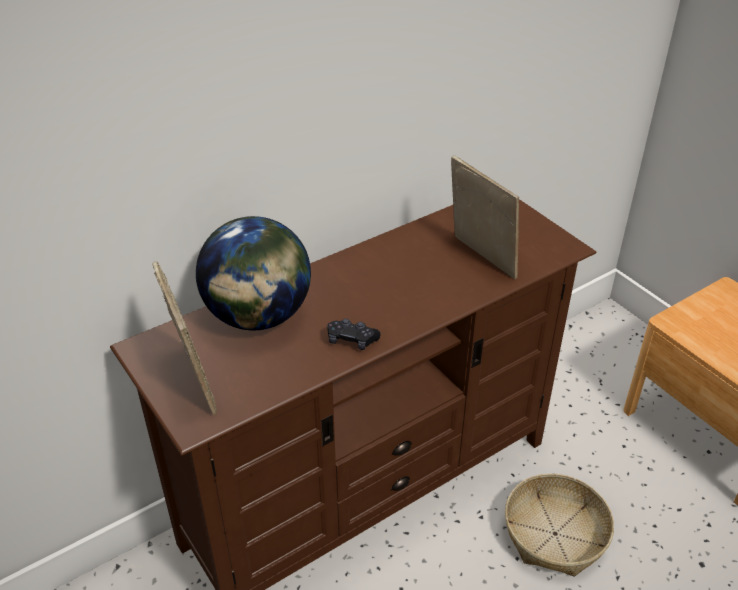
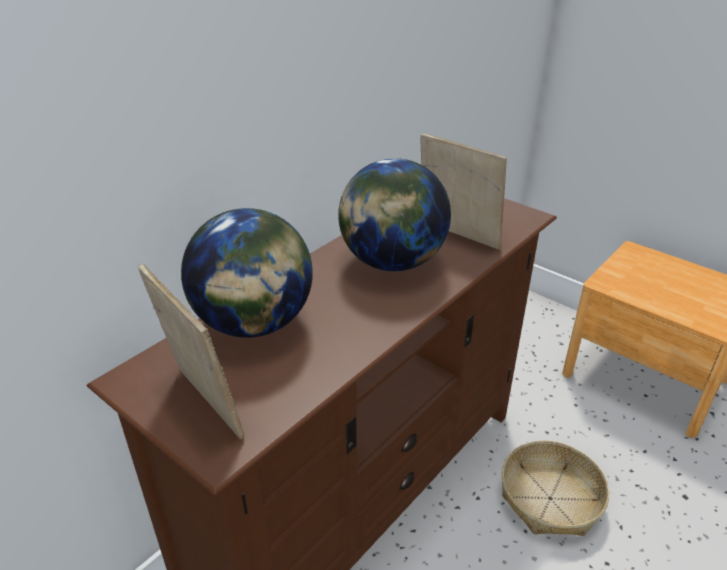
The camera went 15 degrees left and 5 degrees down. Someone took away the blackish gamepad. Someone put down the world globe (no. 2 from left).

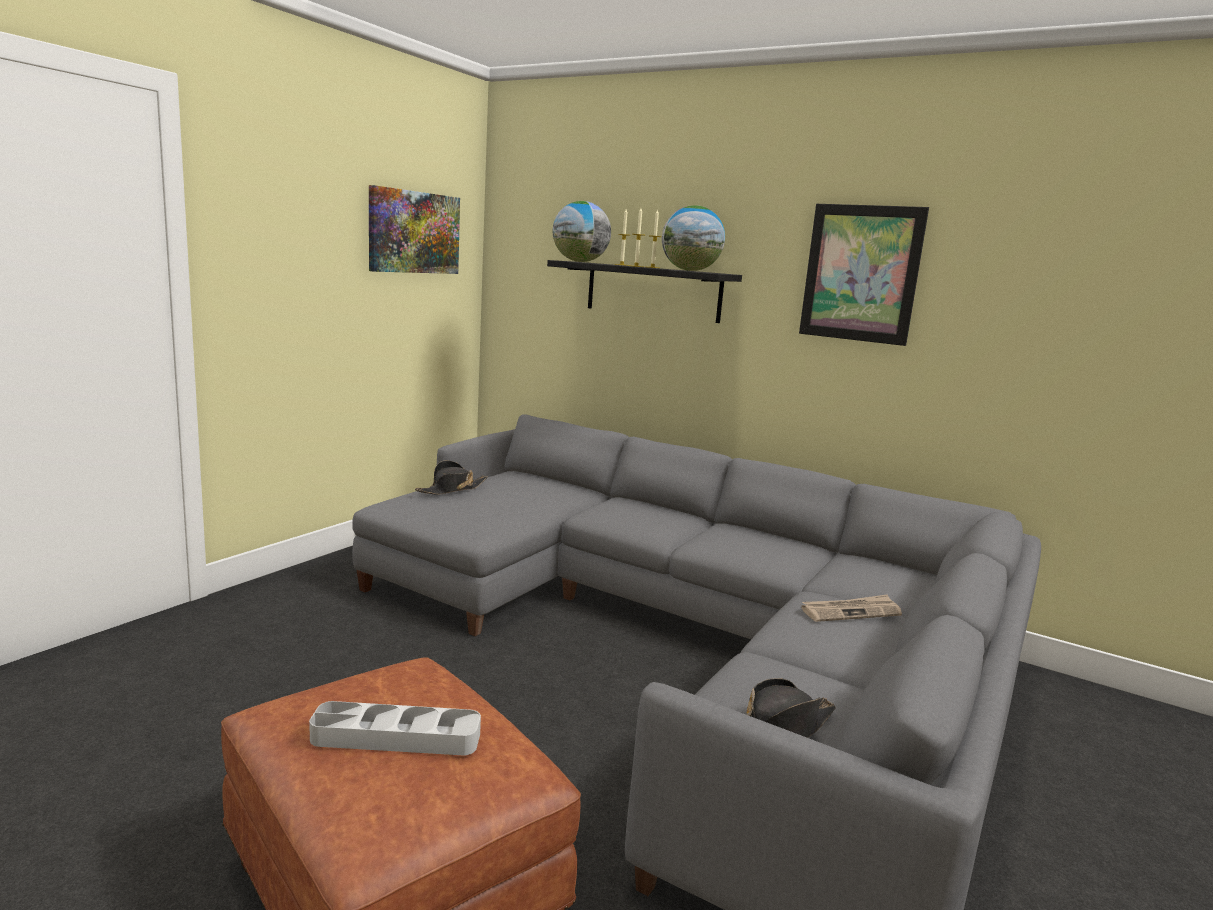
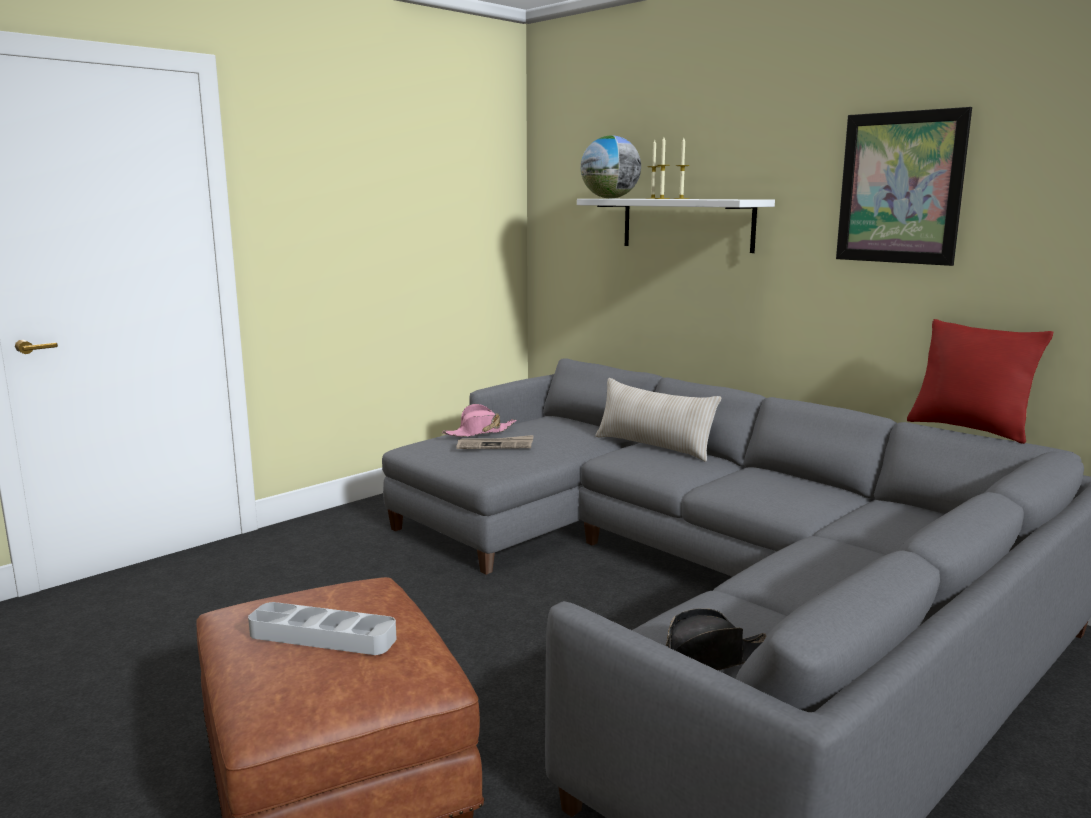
The camera went 15 degrees right and 0 degrees up. Someone took away the picture (no. 1 from left). Someone repainted the blackish clothing hat (no. 1 from left), which became the pink-coloured clothing hat. Someone repainted the blackish wall shelf, which became the whitish wall shelf. Someone took away the world globe (no. 2 from left). Someone carried the newspaper. Someone put down the beige-coloured cushion. Someone put down the red cushion.

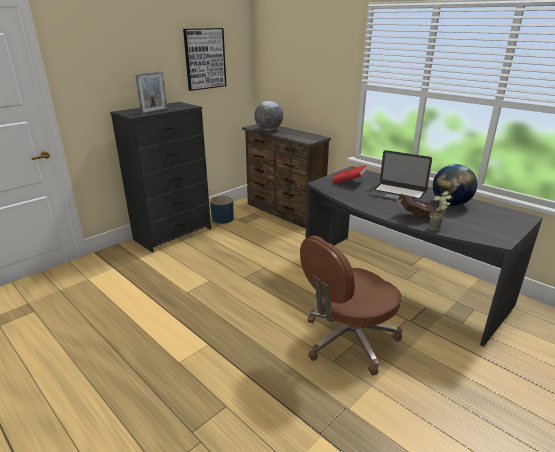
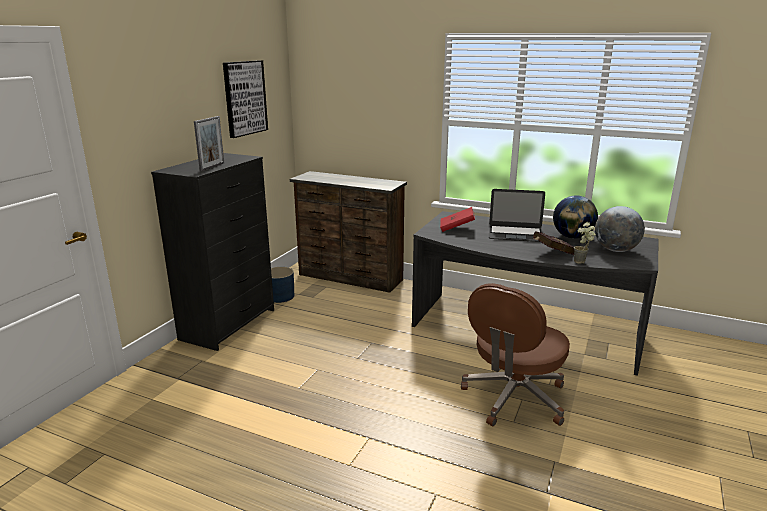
The camera went 20 degrees left and 5 degrees down. Someone carried the world globe (no. 1 from left in the first image).

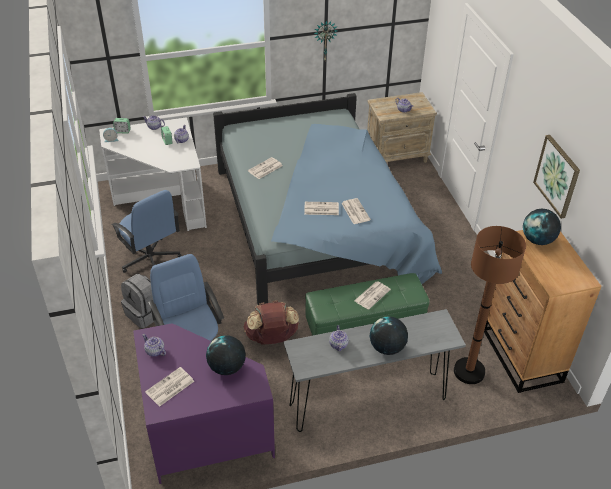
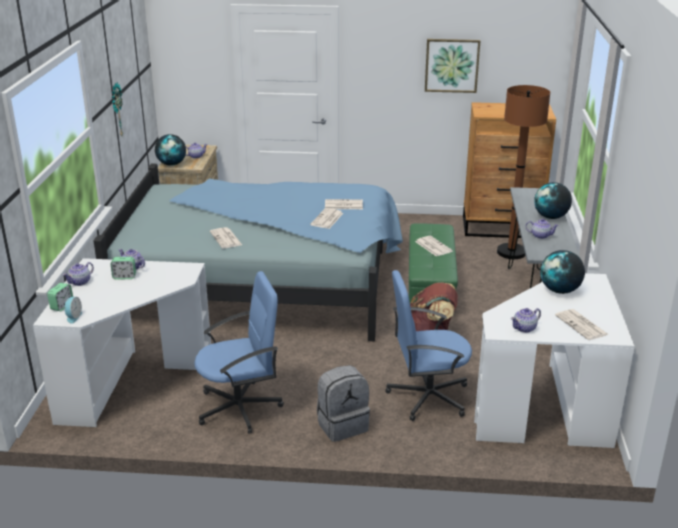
The camera went 70 degrees left and 15 degrees down. Someone repainted the purplish desk, which became the whitish desk (no. 2 from left). Someone carried the world globe (no. 3 from left in the first image).

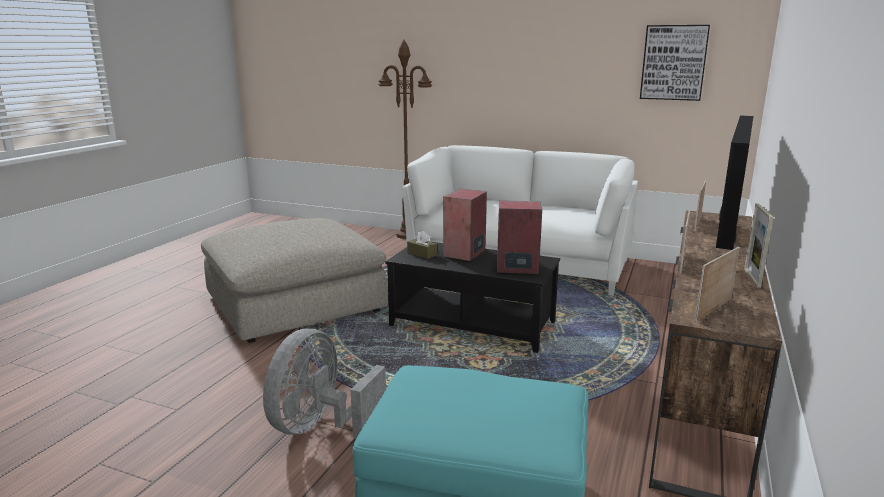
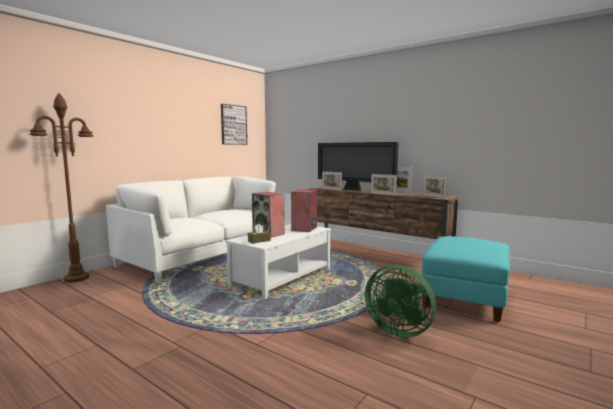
The camera went 75 degrees left and 10 degrees down. Someone took away the beige-coloured pouffe. Someone repainted the grey electric fan, which became the green-coloured electric fan. Someone repainted the blackish low table, which became the whitish low table.

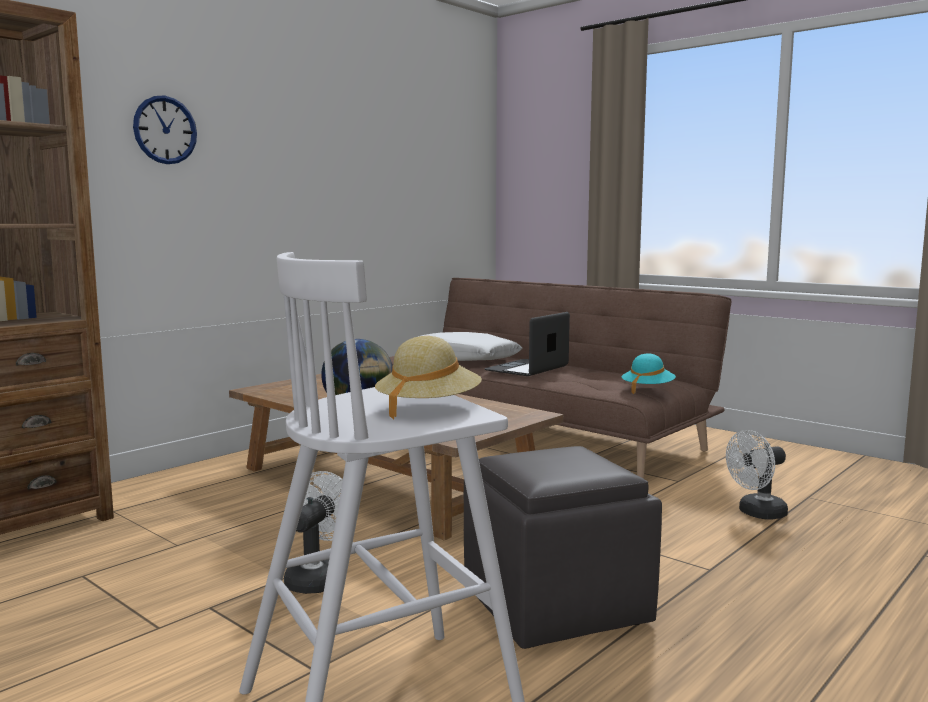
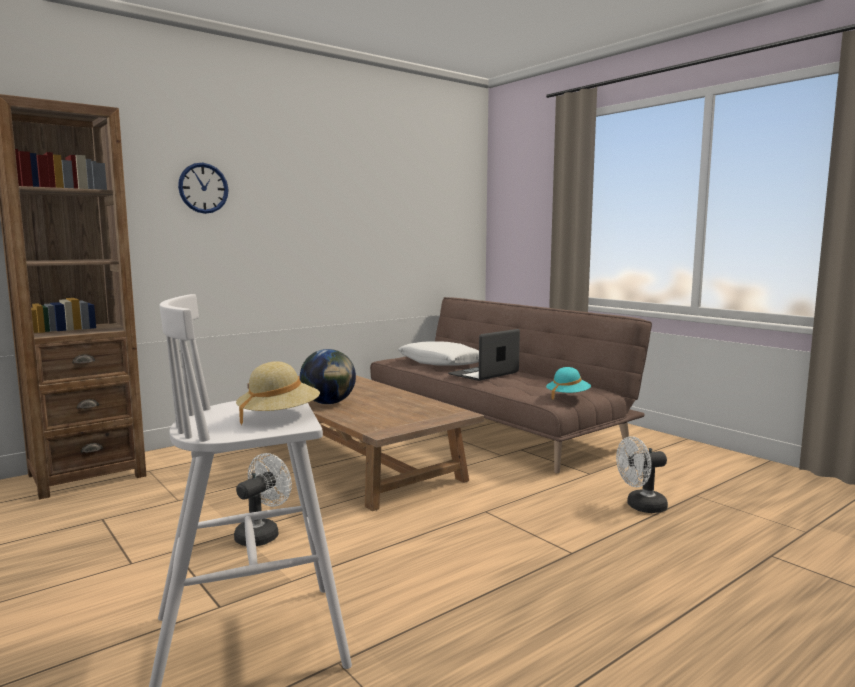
The camera went 10 degrees right and 0 degrees up. Someone took away the grey pouffe.

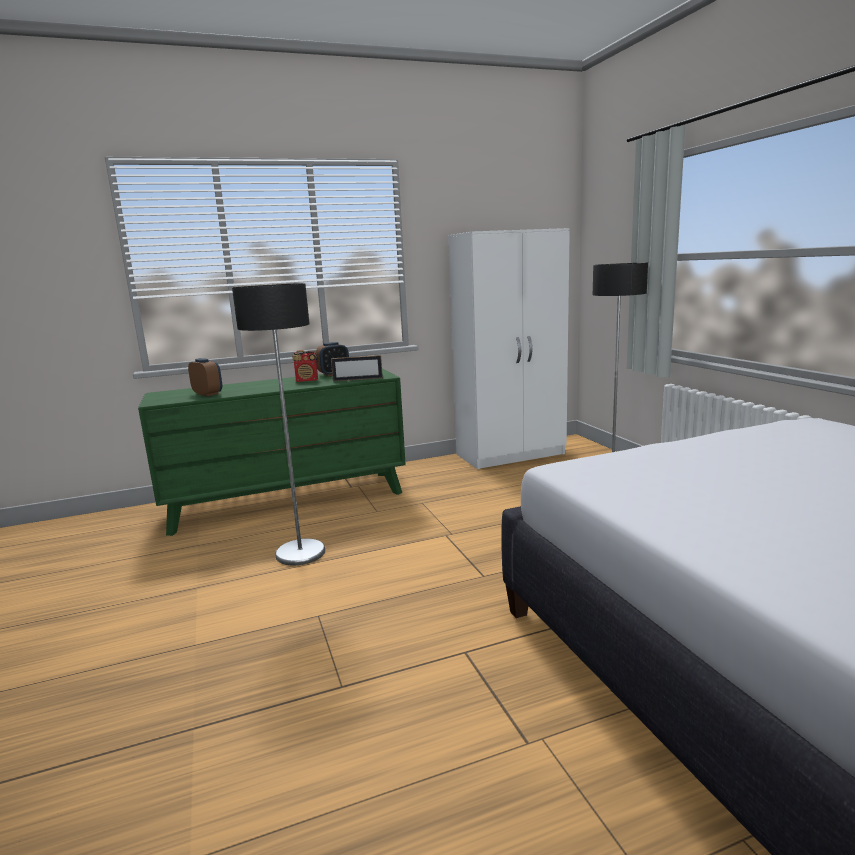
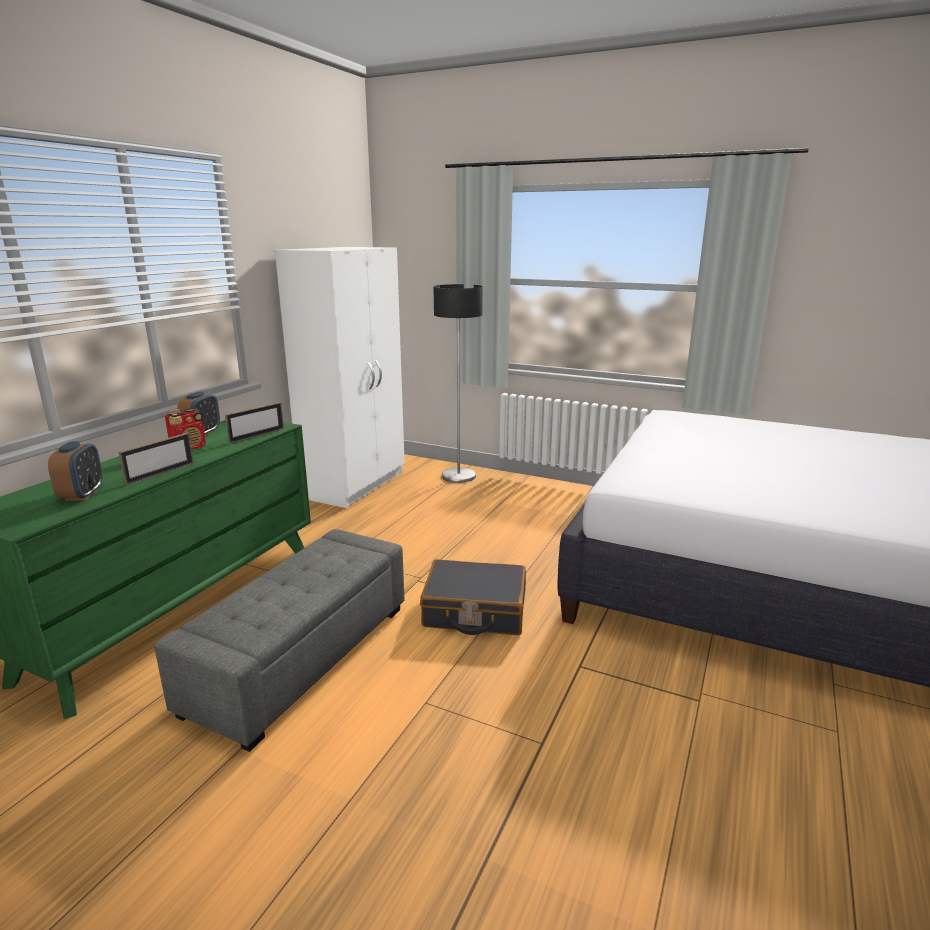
The camera went 45 degrees left and 5 degrees up. Someone rotated the table clock (no. 1 from left) by 90 degrees clockwise. Someone swapped the standing lamp (no. 1 from left) for the grey pouffe. Someone put down the picture frame (no. 1 from left). Someone put down the blackish travel case.

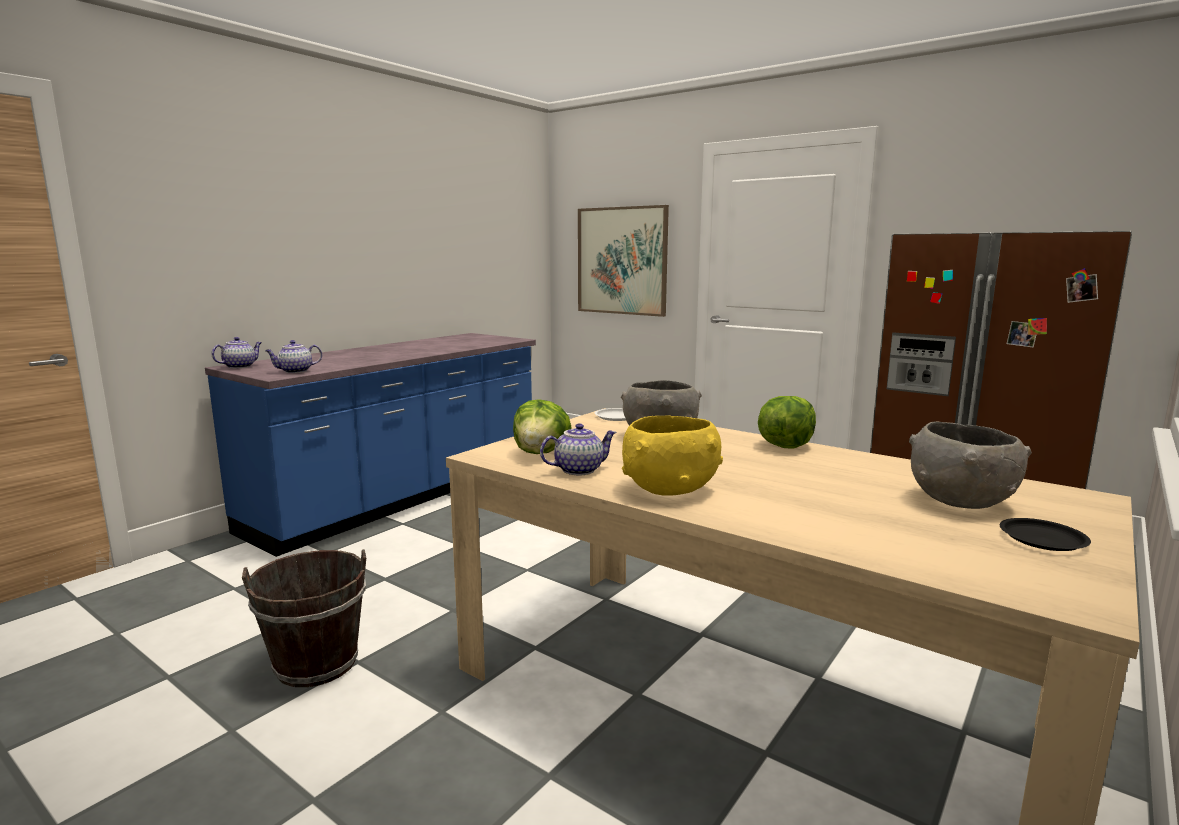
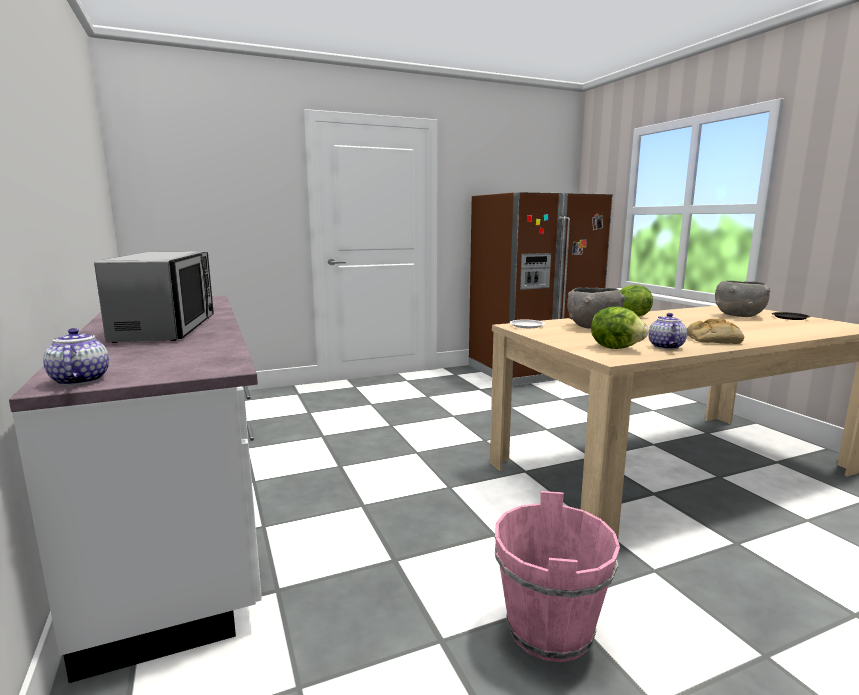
The camera went 60 degrees left and 0 degrees up. Someone repainted the blue counter, which became the whitish counter. Someone repainted the brownish bucket, which became the pink-coloured bucket. Someone took away the teapot (no. 2 from left). Someone took away the picture. Someone swapped the yellowish deep dish for the bread. Someone put down the microwave oven.

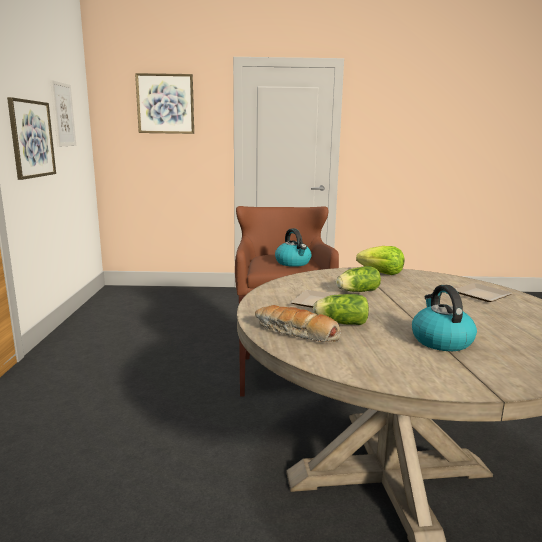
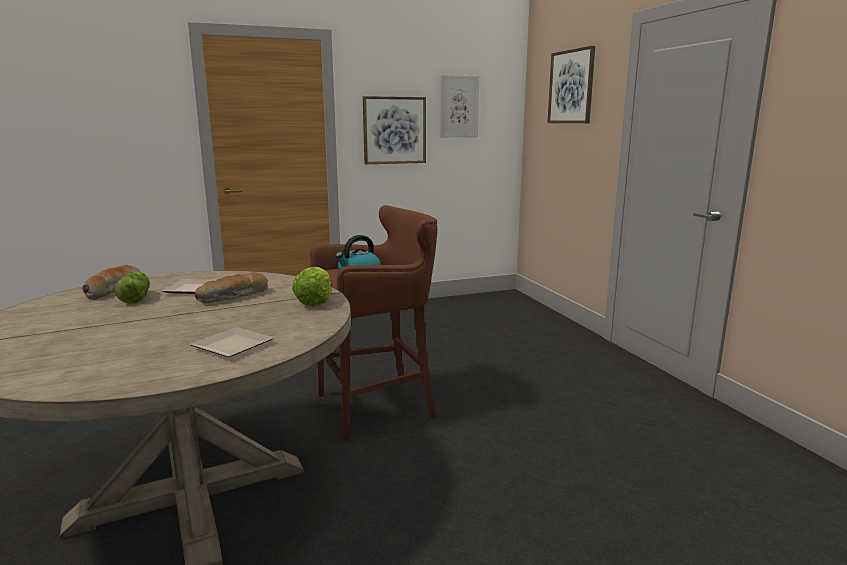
The camera went 70 degrees right and 0 degrees up. Someone swapped the lettuce (no. 2 from left) for the bread (no. 2 from left). Someone took away the tea kettle (no. 2 from left).

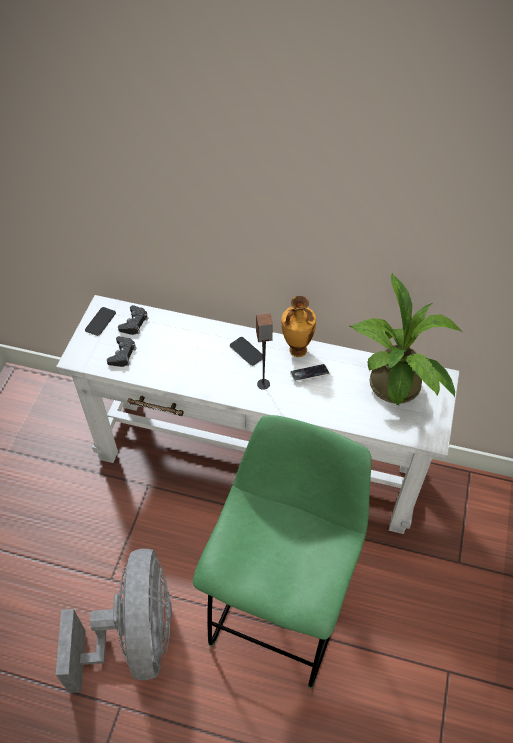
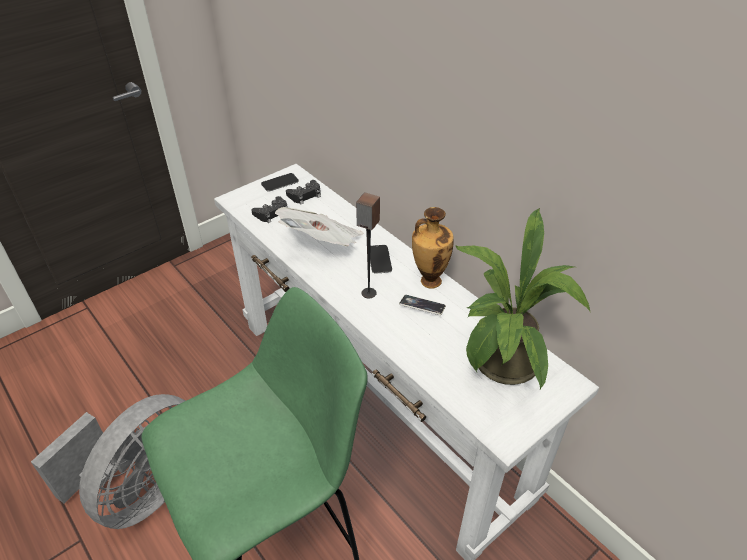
The camera went 35 degrees right and 10 degrees down. Someone put down the newspaper.

